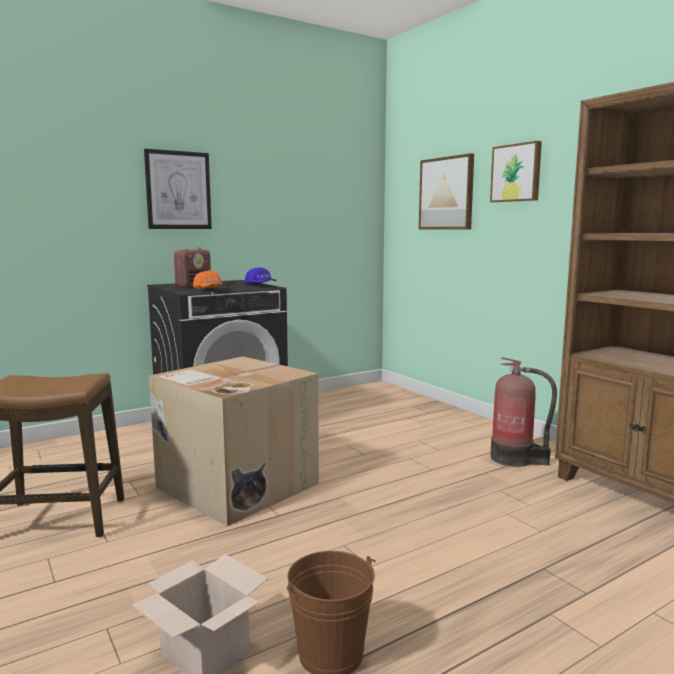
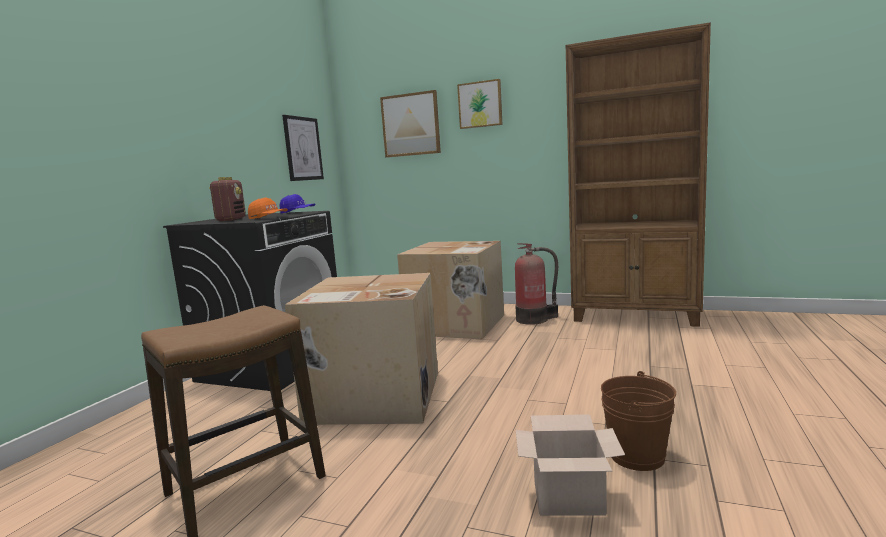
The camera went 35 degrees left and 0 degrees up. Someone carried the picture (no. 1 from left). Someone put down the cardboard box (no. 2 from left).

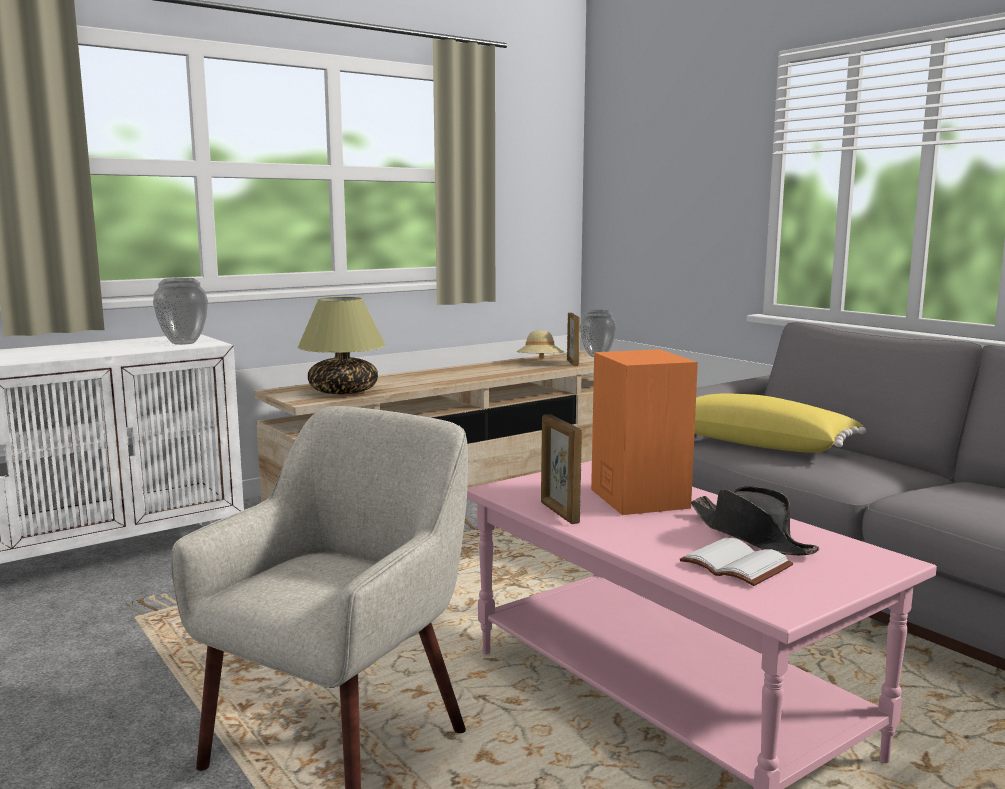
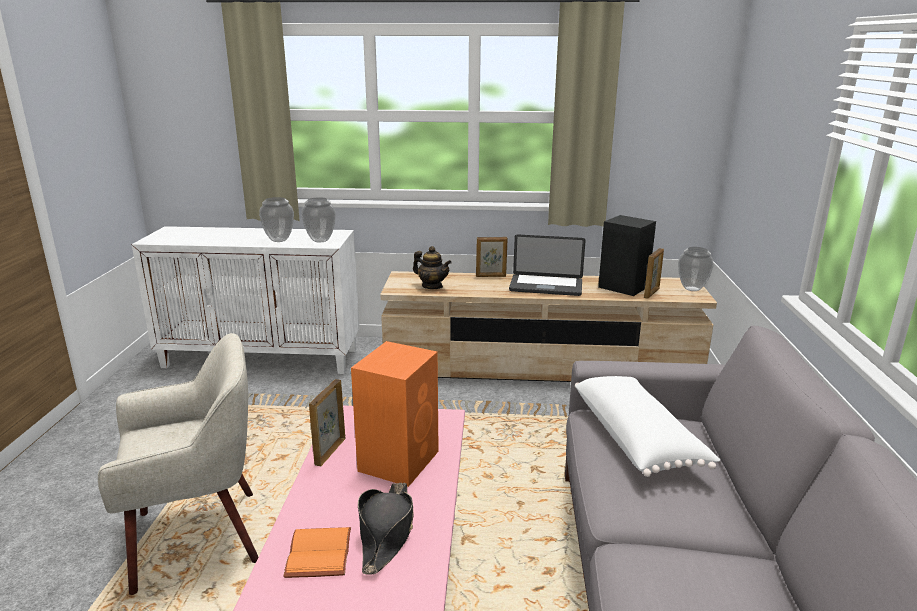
The camera went 40 degrees right and 10 degrees up. Someone swapped the table lamp for the teapot. Someone swapped the beige-coloured clothing hat for the blackish audio speaker. Someone repainted the whitish book, which became the orange-coloured book. Someone repainted the yellowish cushion, which became the whitish cushion. Someone put down the vase (no. 1 from left). Someone put down the picture frame (no. 2 from left). Someone put down the laptop.

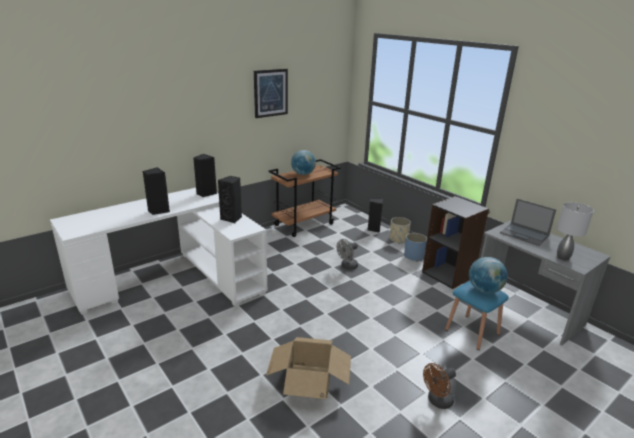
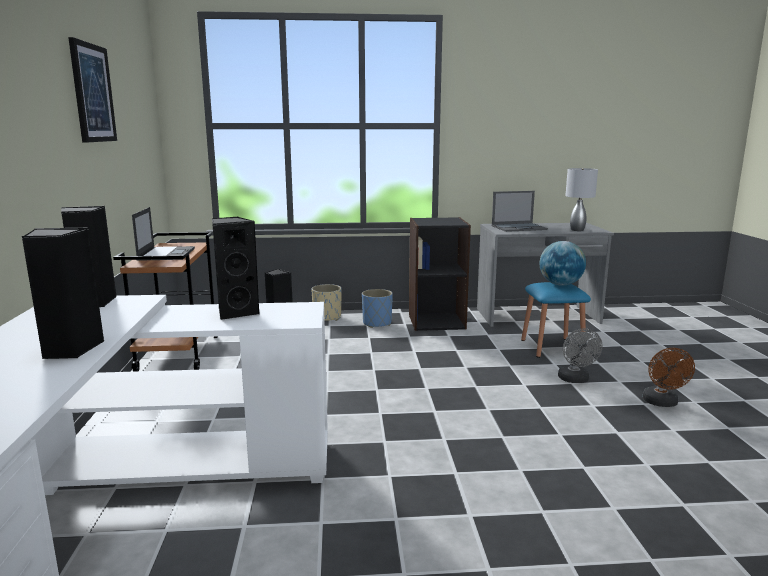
The camera went 55 degrees left and 10 degrees down. Someone took away the cardboard box. Someone swapped the world globe (no. 1 from left) for the laptop (no. 1 from left). Someone carried the grey electric fan.

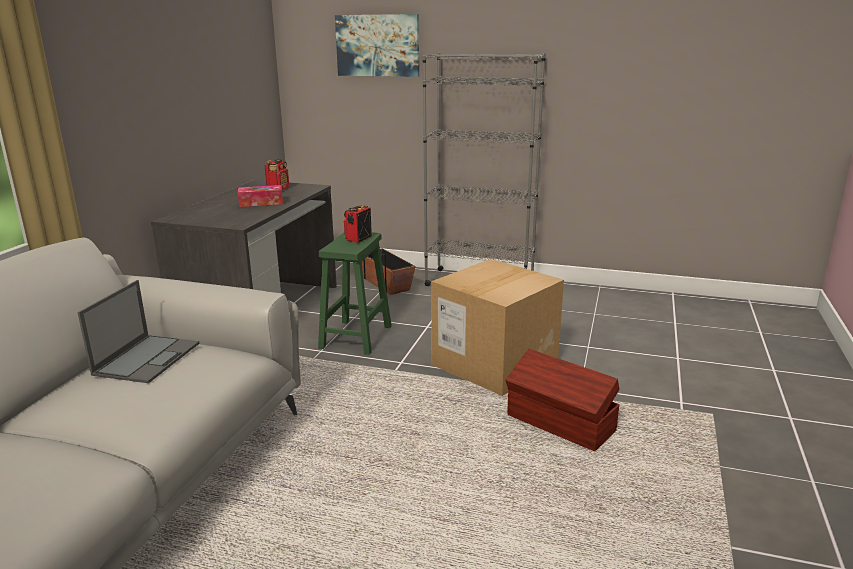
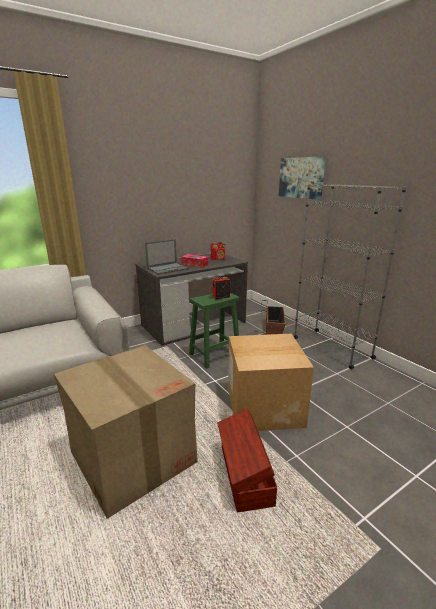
The camera went 40 degrees right and 0 degrees up. Someone carried the laptop. Someone put down the cardboard box (no. 1 from left).

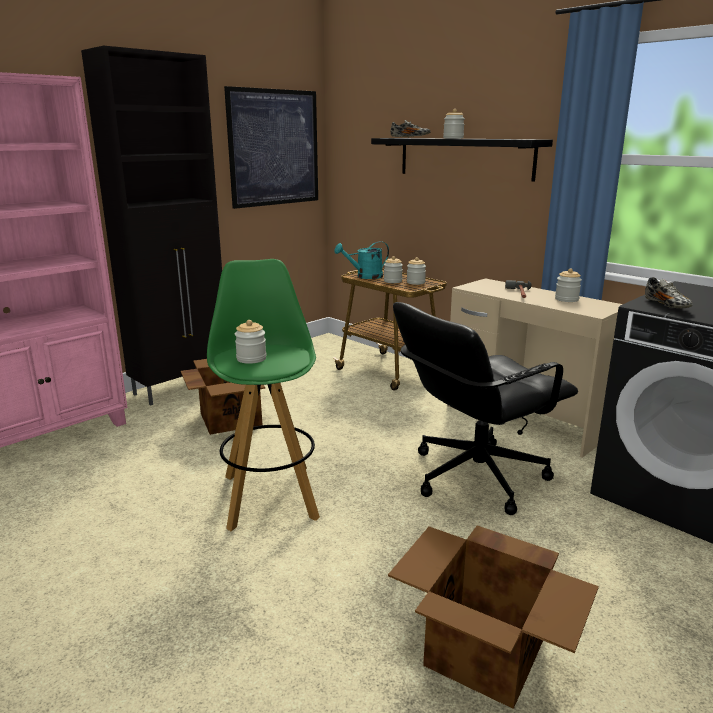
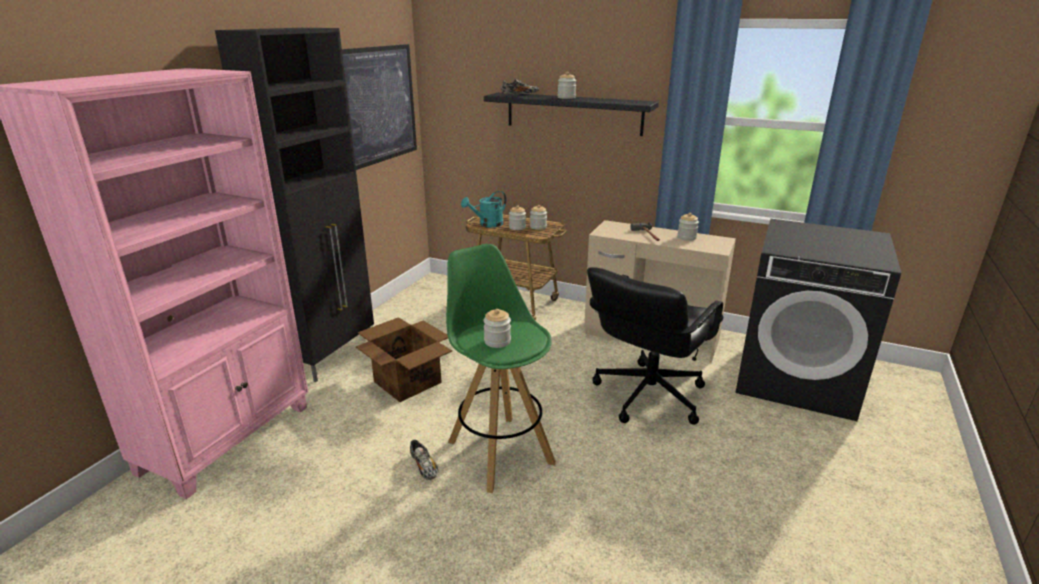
The camera went 20 degrees left and 5 degrees up. Someone took away the cardboard box (no. 2 from left). Someone carried the shoe (no. 2 from left in the first image).

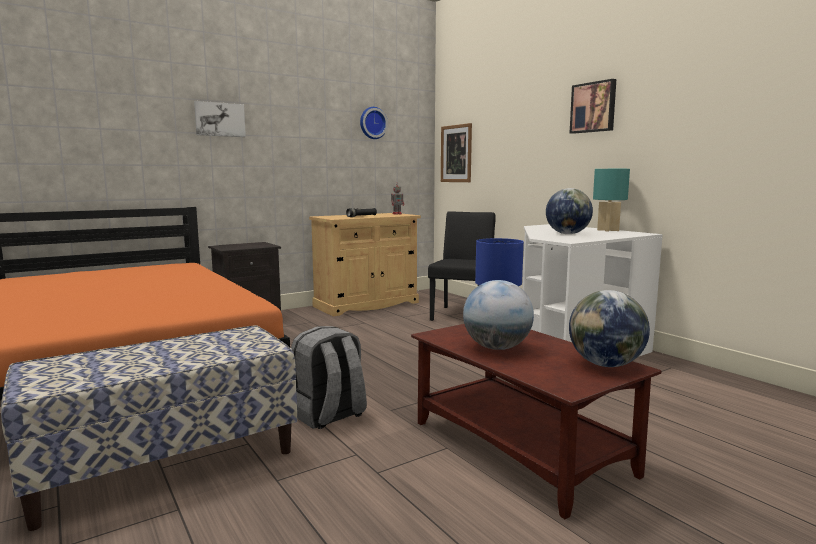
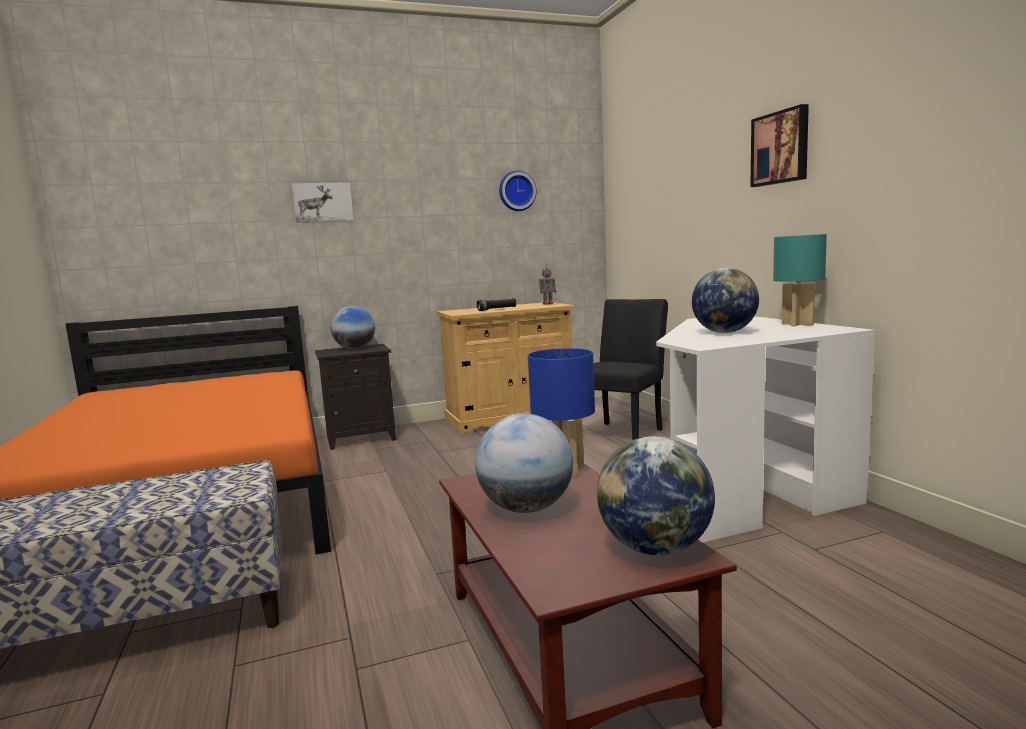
The camera went 15 degrees right and 0 degrees up. Someone took away the grey backpack. Someone took away the picture (no. 2 from left). Someone put down the world globe (no. 1 from left).

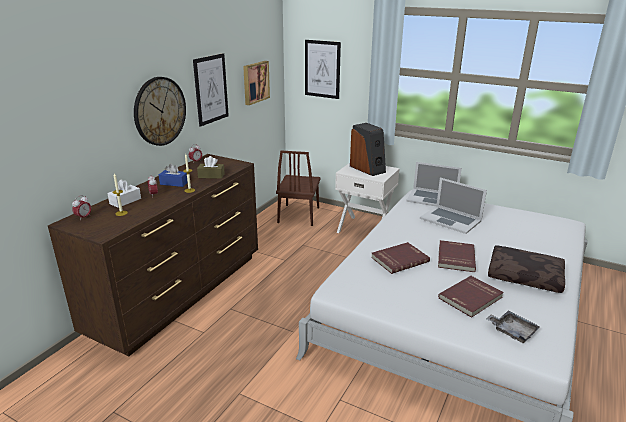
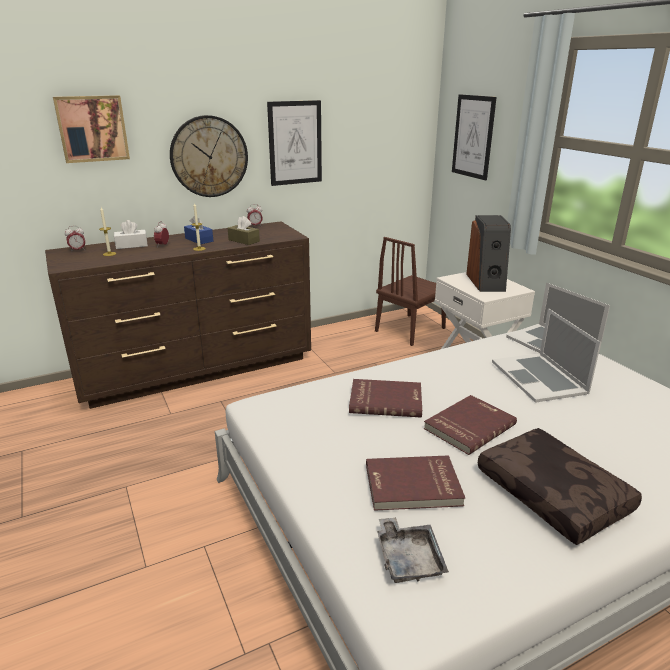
The camera went 35 degrees right and 0 degrees up. Someone carried the picture (no. 2 from left in the first image).

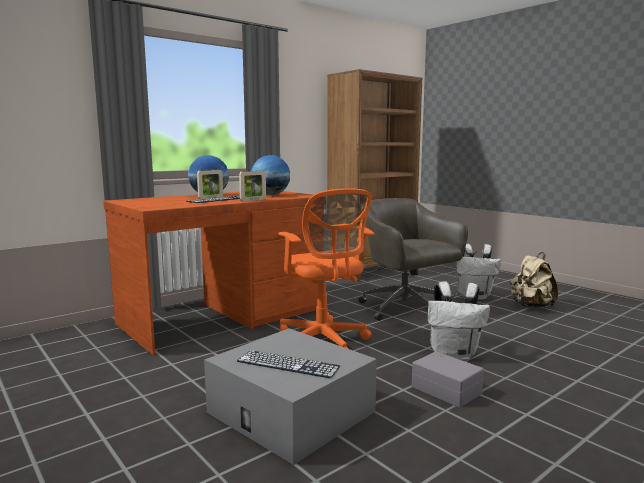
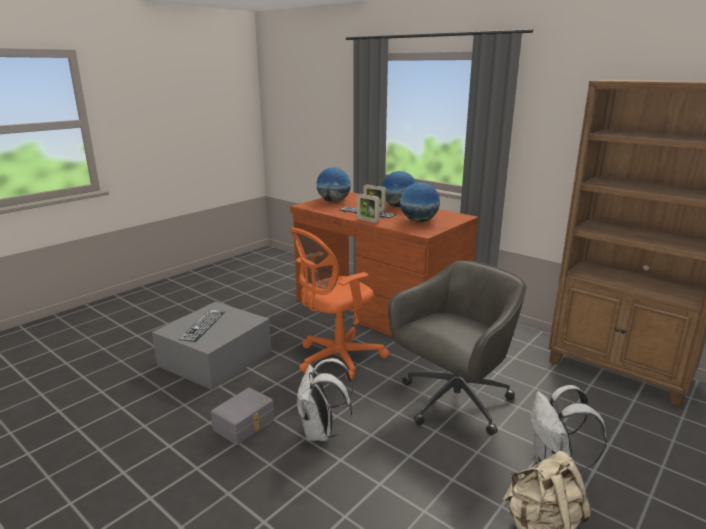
The camera went 80 degrees right and 10 degrees up. Someone put down the world globe (no. 1 from left).

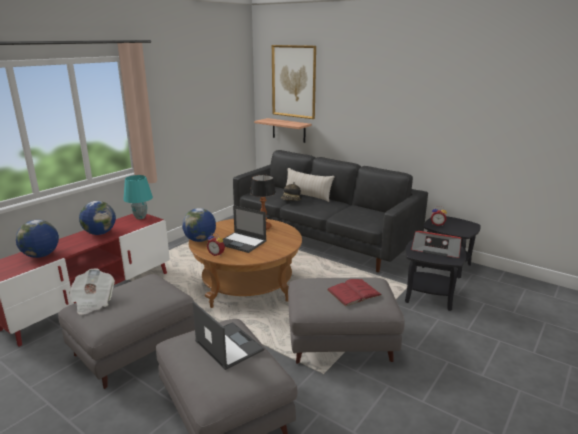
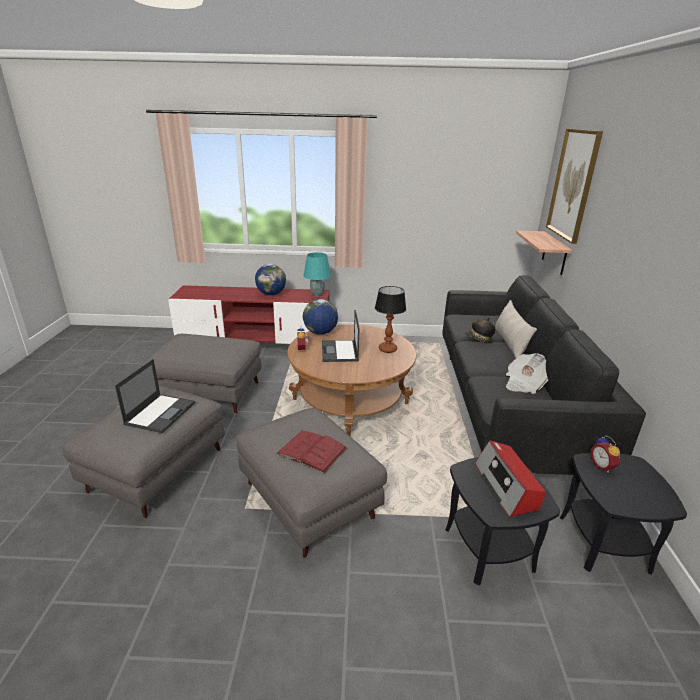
The camera went 55 degrees right and 5 degrees up. Someone took away the world globe (no. 1 from left). Someone carried the newspaper.

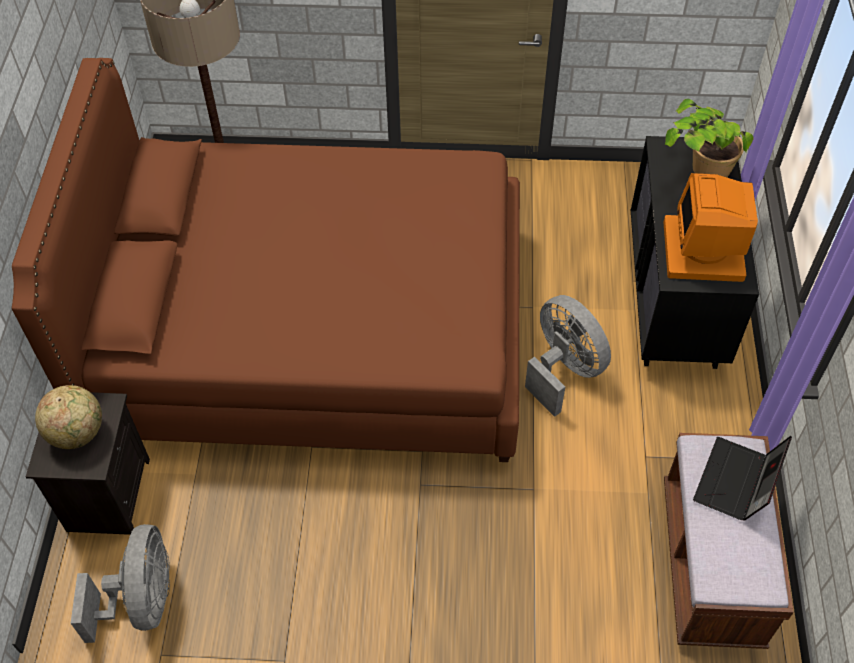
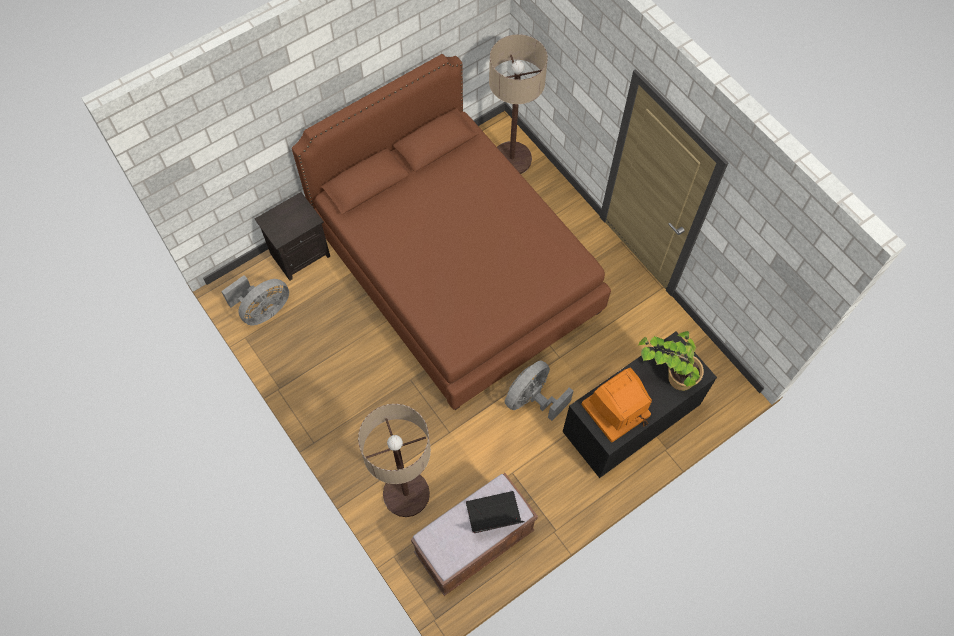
The camera went 50 degrees right and 10 degrees up. Someone took away the world globe. Someone rotated the grey electric fan (no. 2 from left) by 150 degrees counterclockwise. Someone put down the standing lamp (no. 1 from left).

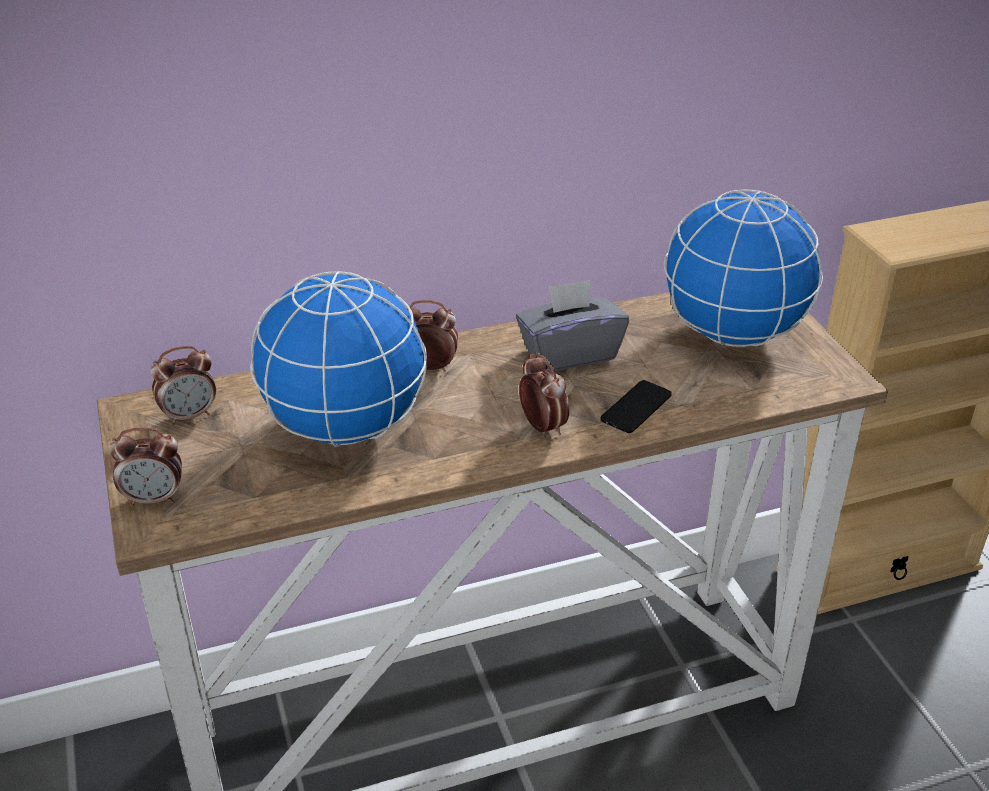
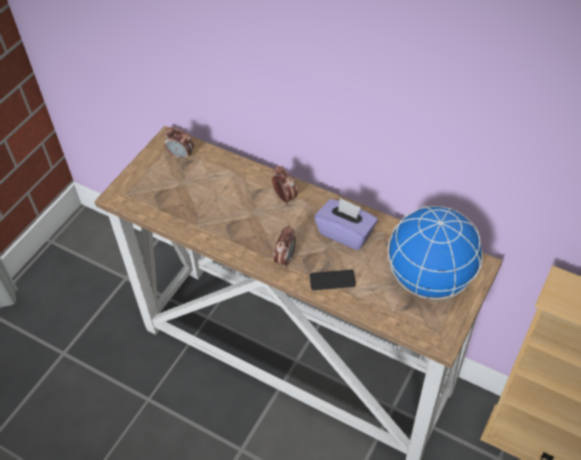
The camera went 50 degrees right and 15 degrees up. Someone took away the table clock (no. 1 from left). Someone took away the world globe (no. 1 from left). Someone repainted the grey box of tissues, which became the purplish box of tissues.

